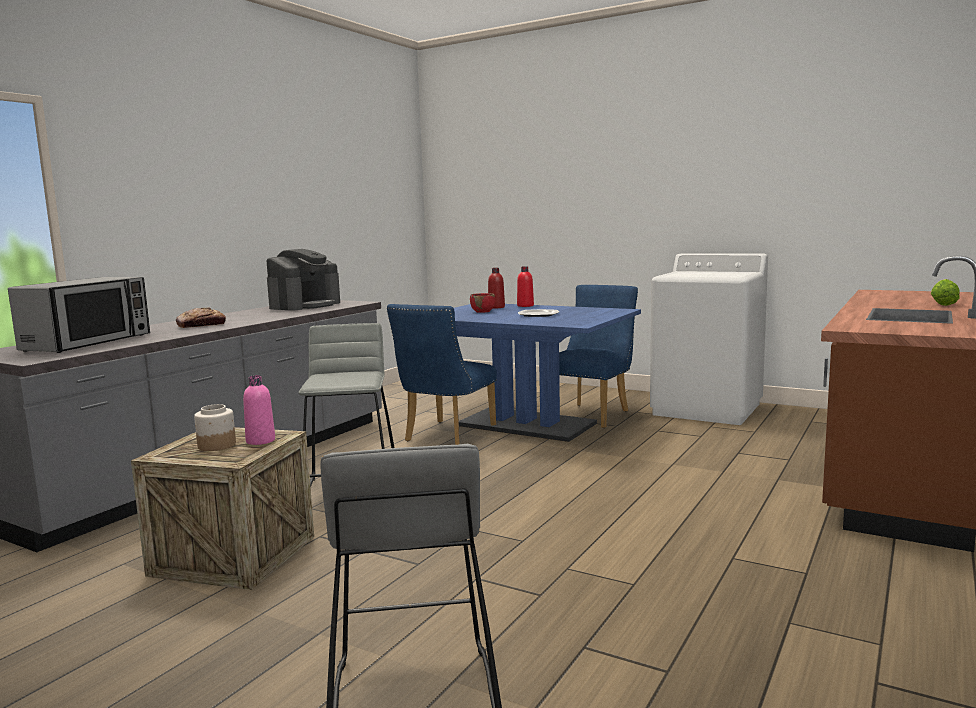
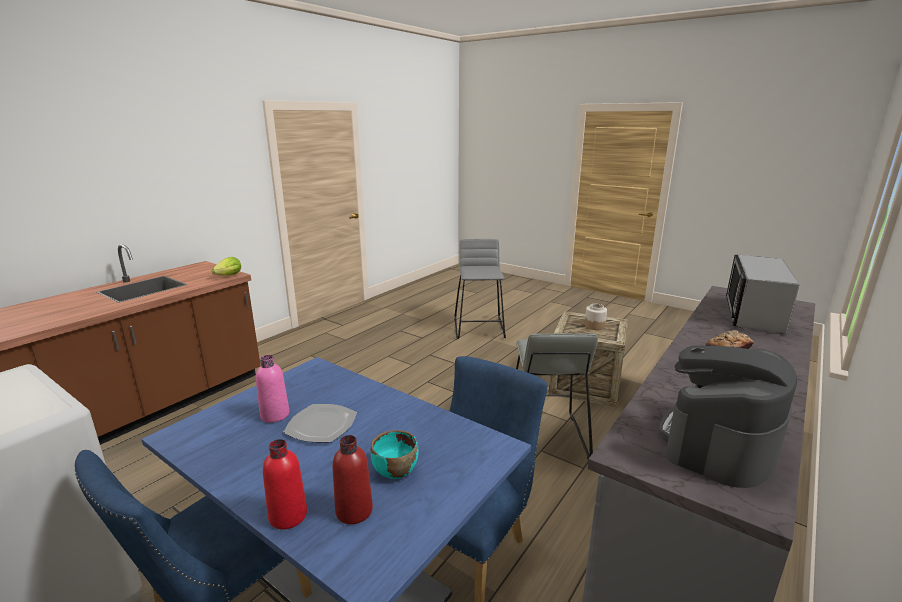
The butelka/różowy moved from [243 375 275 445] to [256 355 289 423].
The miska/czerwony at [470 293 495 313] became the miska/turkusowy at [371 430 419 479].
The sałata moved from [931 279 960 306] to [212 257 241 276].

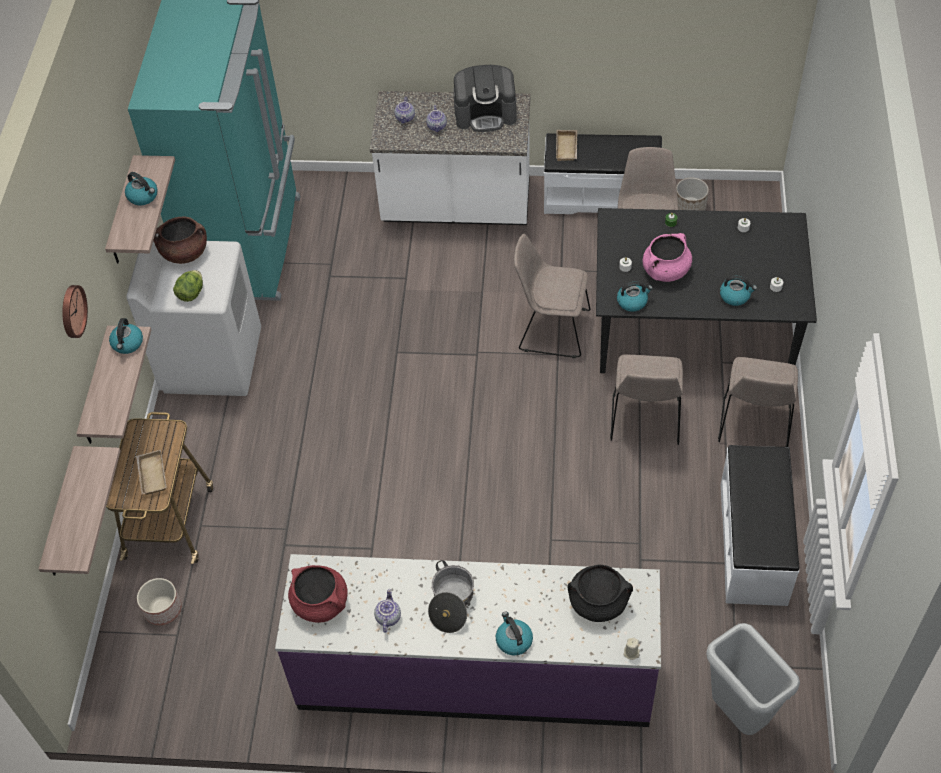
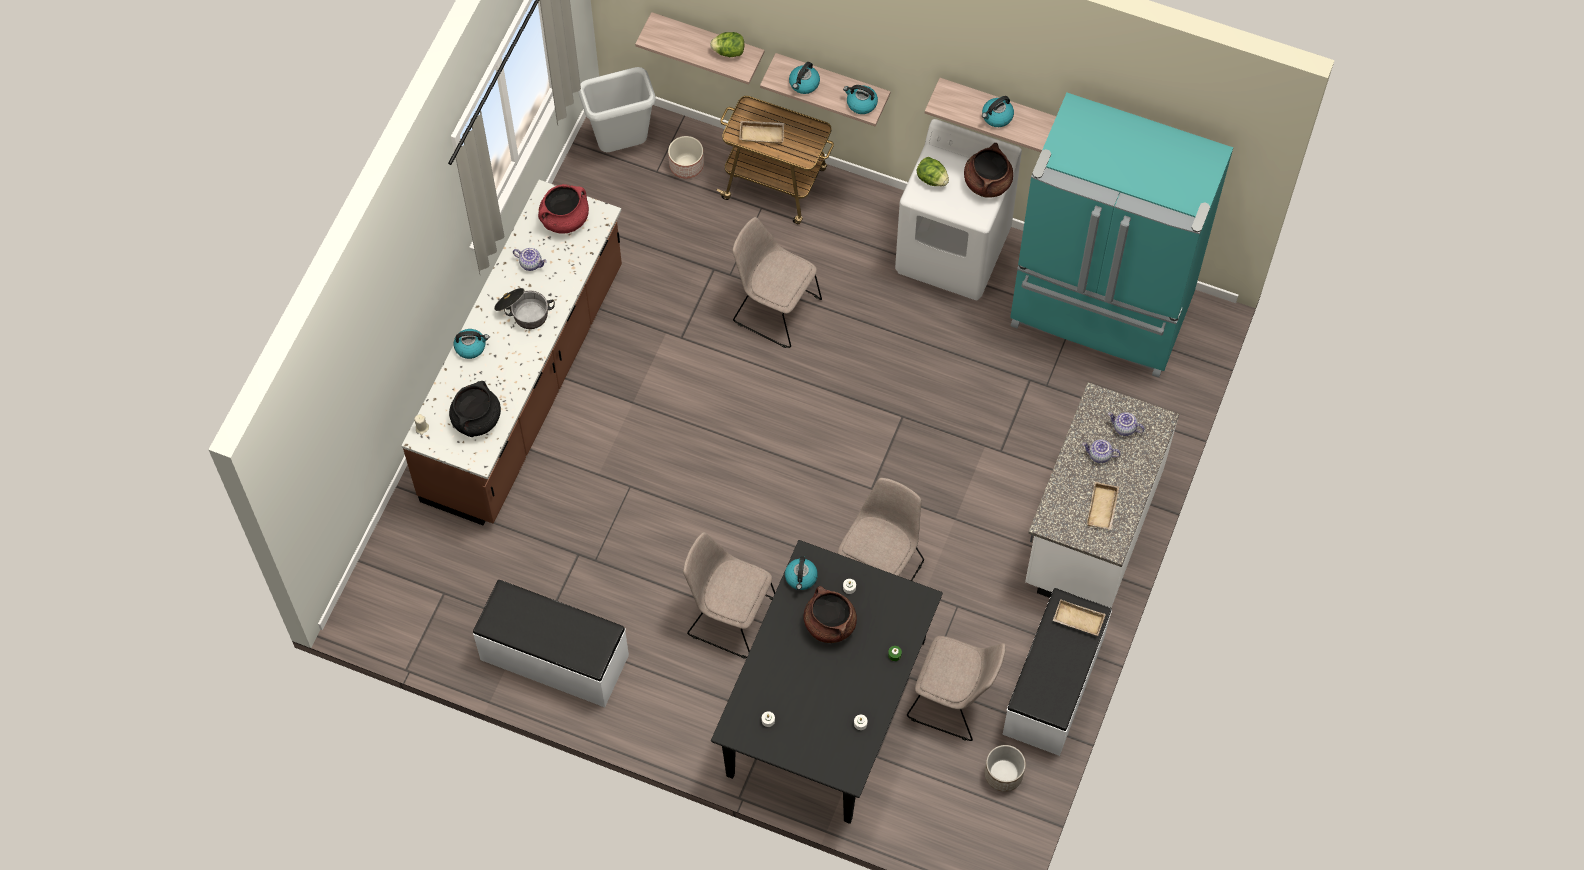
The zegar ścienny at [62 285 88 338] disappeared.
The zabudowa kuchenna/fioletowy at [275 554 661 727] became the zabudowa kuchenna/brązowy at [401 180 622 525].
The ekspres do kawy at [453 65 517 132] was replaced by the taca/beżowy at [1087 482 1119 530].
The garnek/różowy at [643 233 692 282] became the garnek/brązowy at [803 586 857 643].
The kosz na śmieci/szary moved from [706 623 800 735] to [578 67 656 152].
The krzesło/beżowy moved from [718 357 798 447] to [732 217 822 348].
The czajnik moved from [720 276 757 306] to [789 62 820 94].
The sałata at [710 32 744 57] appeared.

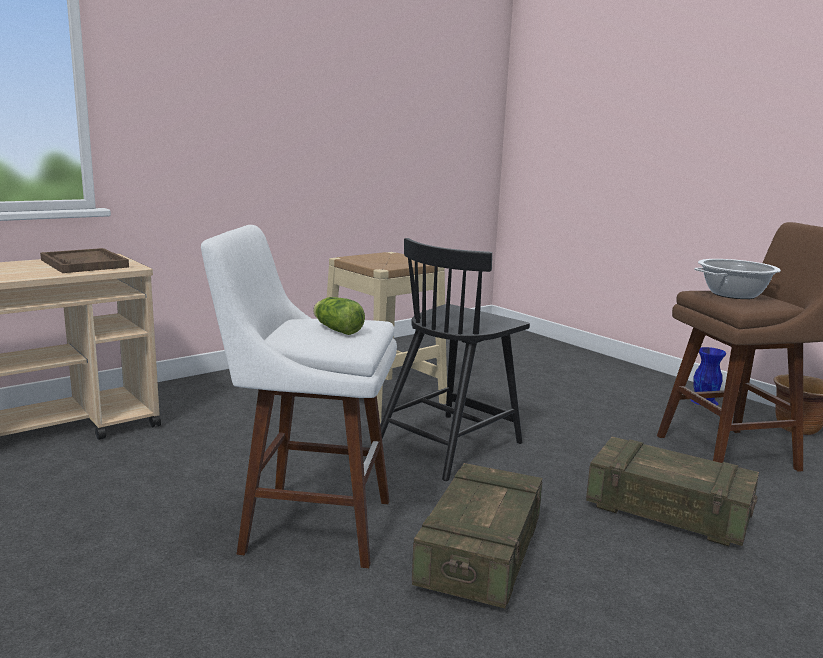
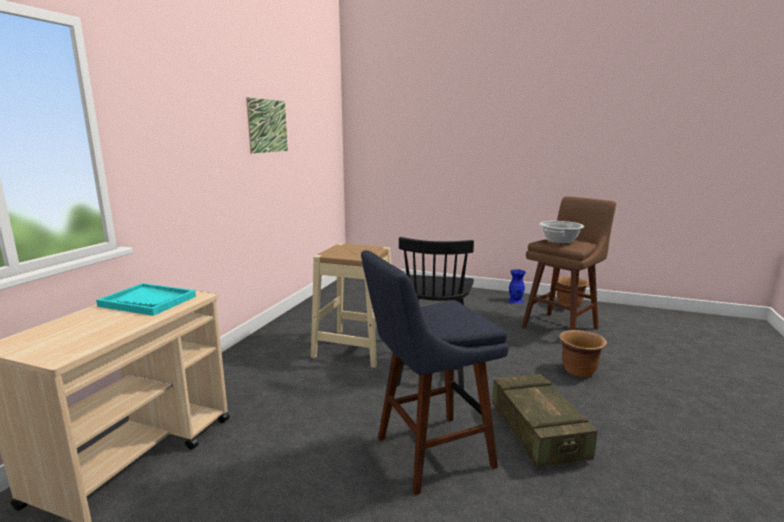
The taca/brązowy at [40 248 129 273] became the taca/turkusowy at [96 283 196 316].
The stołek/biały at [201 225 397 568] became the stołek/niebieski at [361 250 509 495].
The sałata at [313 297 365 335] disappeared.
The skrzynka at [586 437 759 546] was replaced by the donica/brązowy at [559 330 607 377].
The obraz at [246 97 288 153] appeared.

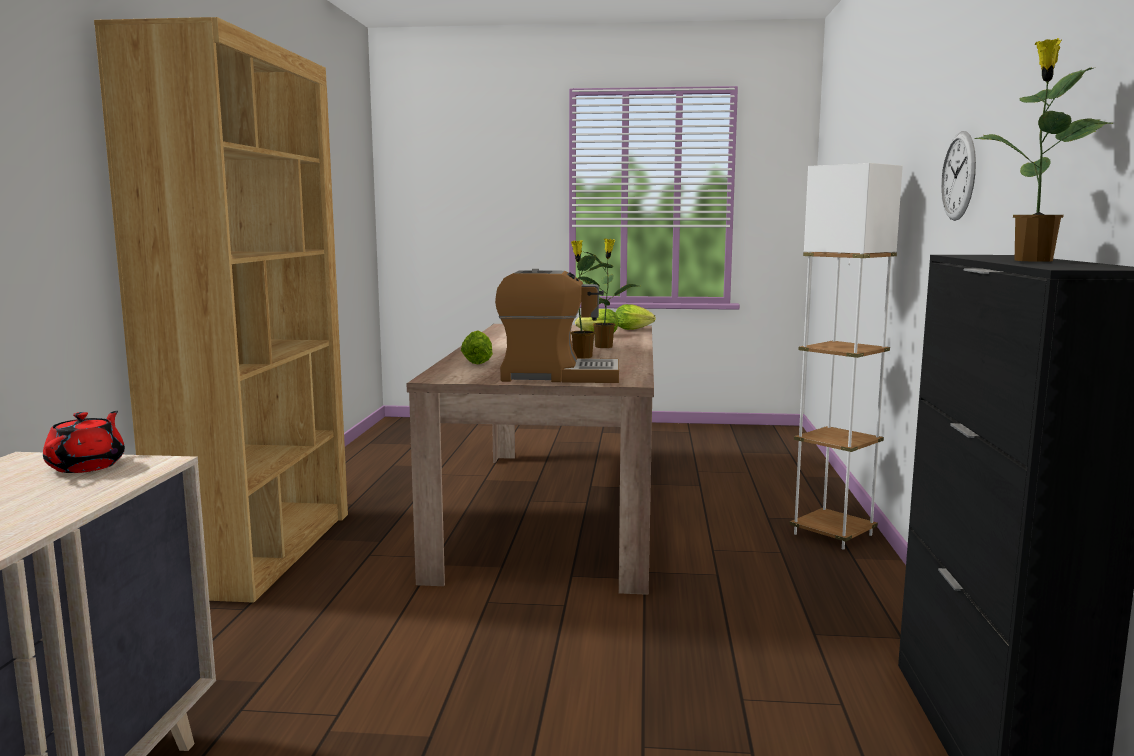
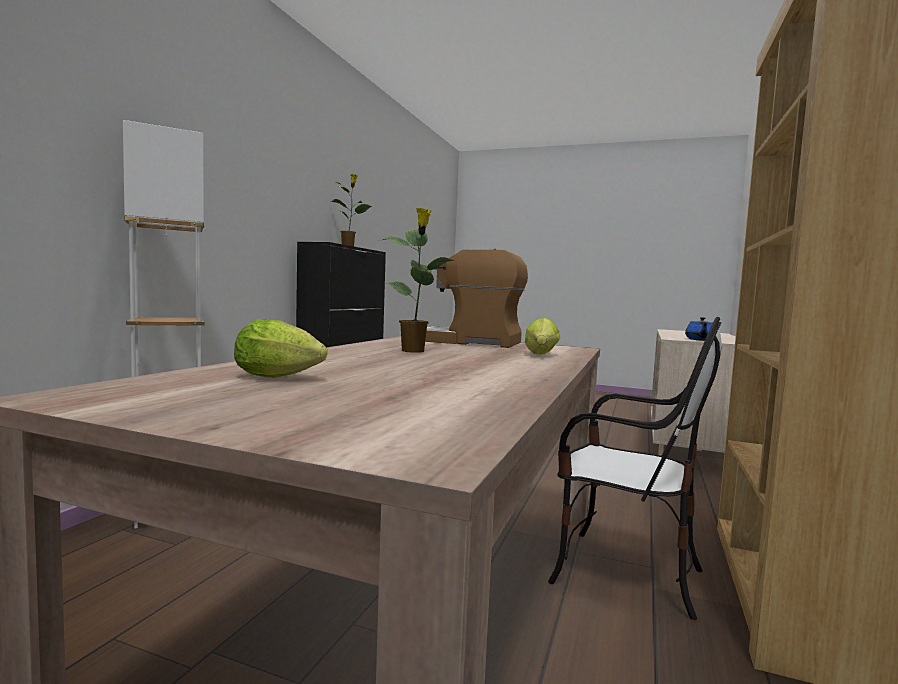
The imbryk/czerwony at [43 411 125 473] became the imbryk/niebieski at [685 317 713 341].
The roślina doniczkowa at [578 239 638 348] disappeared.
The sałata at [616 304 656 330] disappeared.
The zegar ścienny at [941 131 976 221] disappeared.
The krzesło at [548 317 722 620] appeared.

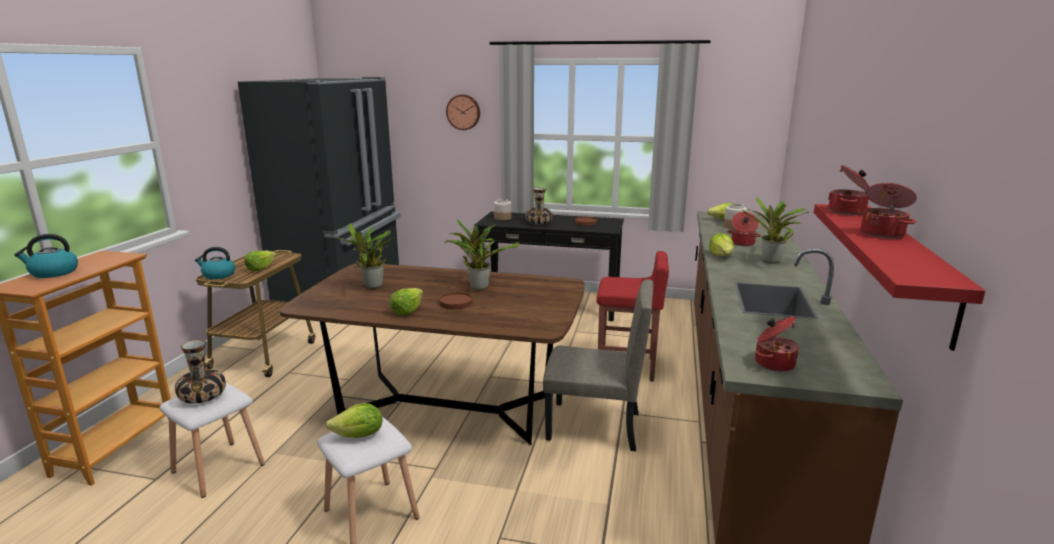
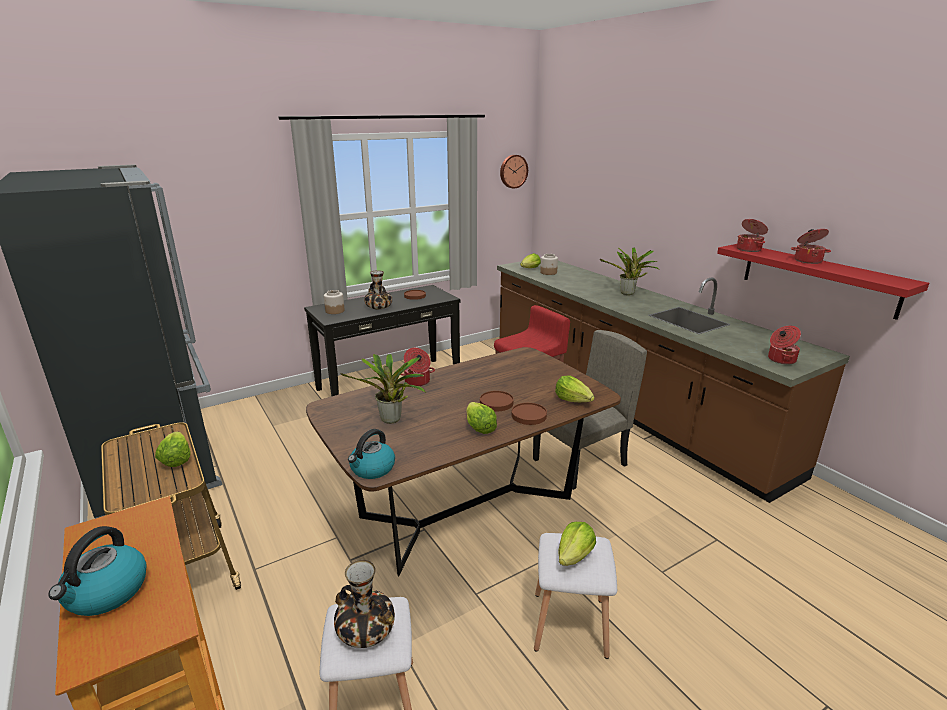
The czajnik moved from [195 247 235 279] to [348 429 395 479].
The roślina doniczkowa at [444 219 519 290] disappeared.
The zegar ścienny moved from [446 94 480 130] to [500 155 528 188].
The sałata moved from [709 233 734 256] to [555 375 595 402].
The garnek moved from [727 212 761 246] to [401 348 435 386].
The talerz/brązowy at [511 403 547 425] appeared.

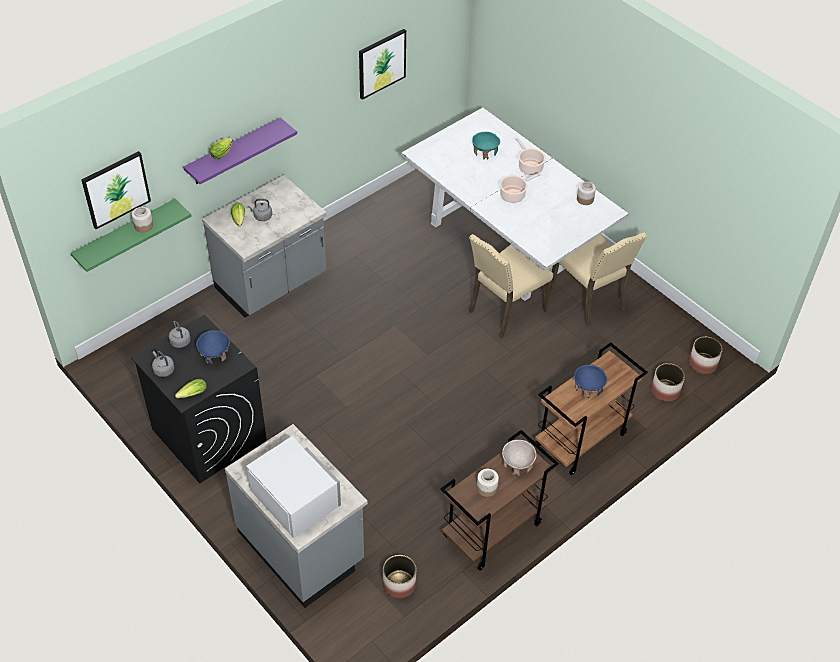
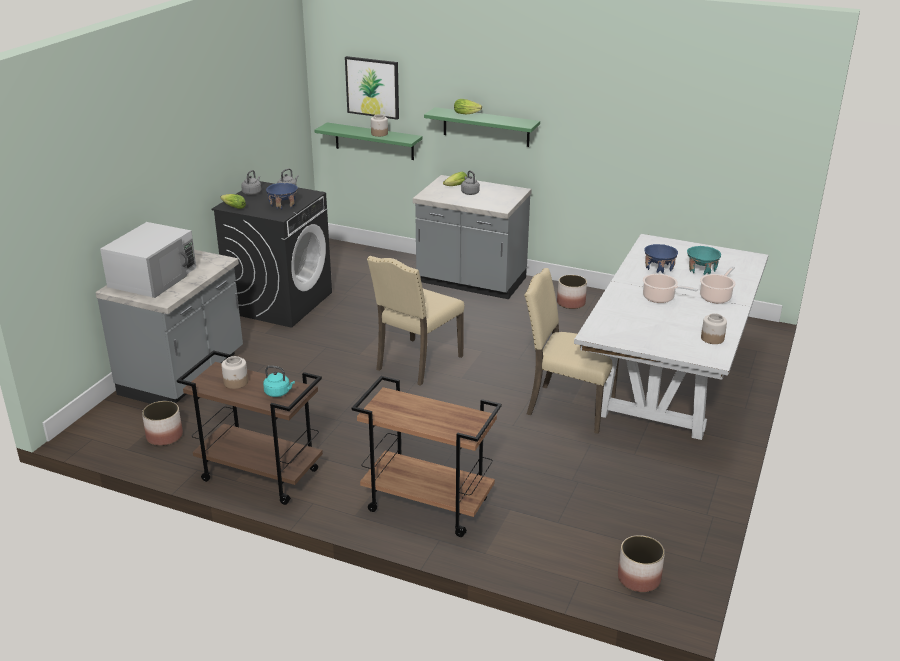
The półka/fioletowy at [183 117 297 184] became the półka/zielony at [424 107 540 147].
The obraz at [359 29 406 100] disappeared.
The miska/beżowy at [502 440 536 476] was replaced by the czajnik/turkusowy at [263 366 295 397].
The krzesło/beżowy moved from [550 232 647 326] to [367 256 464 386].
The miska/niebieski moved from [574 365 607 399] to [644 244 678 273].
The donica moved from [651 363 685 401] to [557 275 587 309].

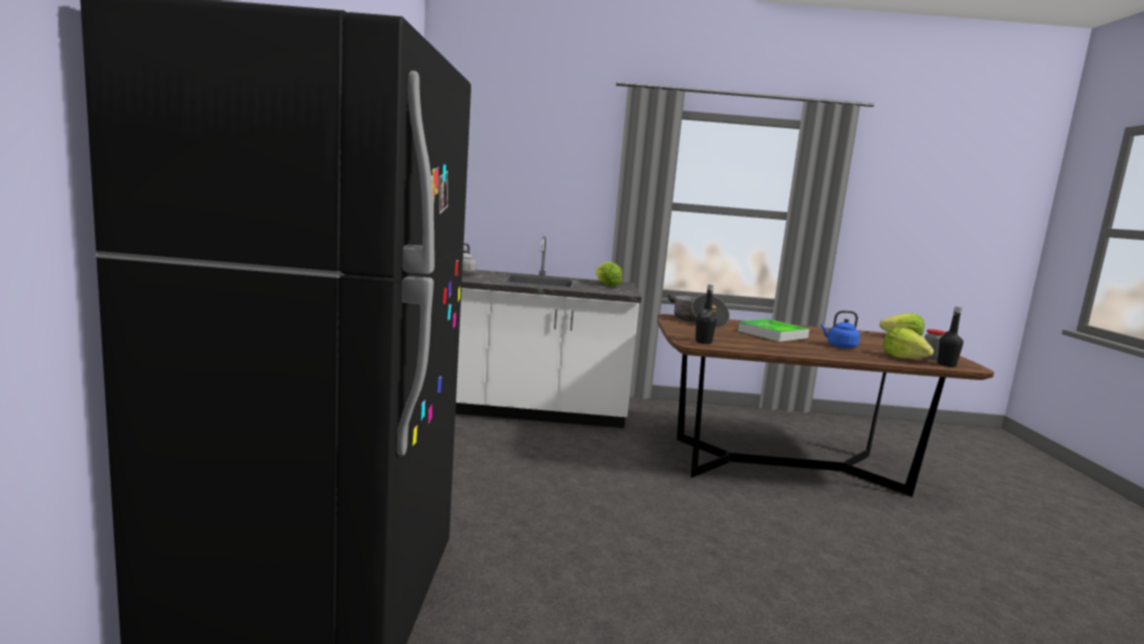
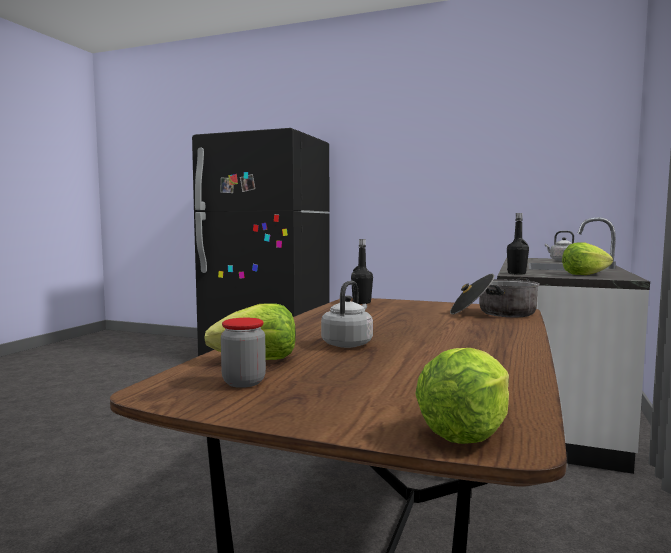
The taca at [738 319 809 342] disappeared.
The czajnik/niebieski at [820 311 860 348] became the czajnik/szary at [321 281 373 348].
The butelka/czarny moved from [937 307 963 367] to [507 213 529 275].

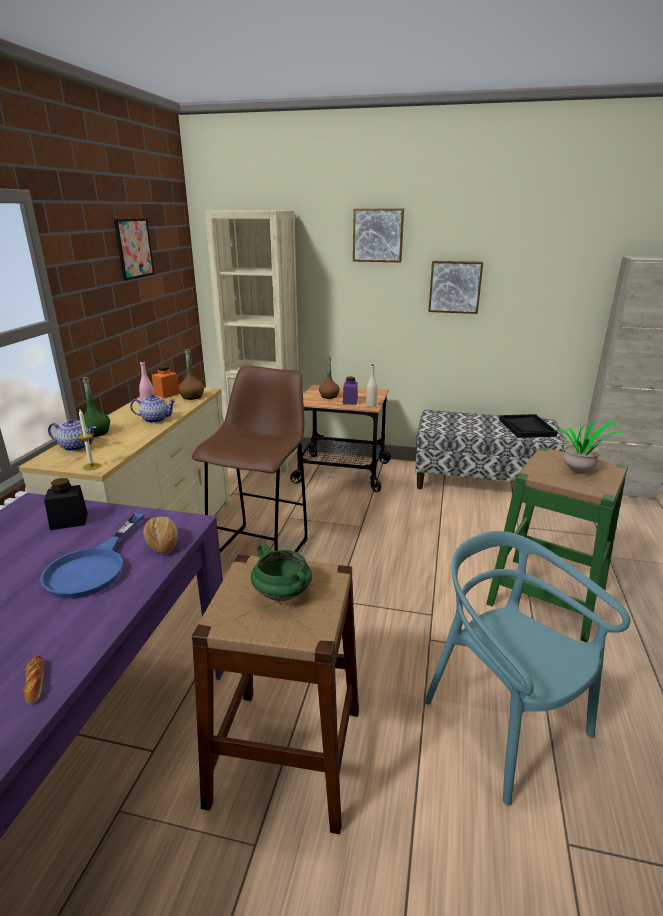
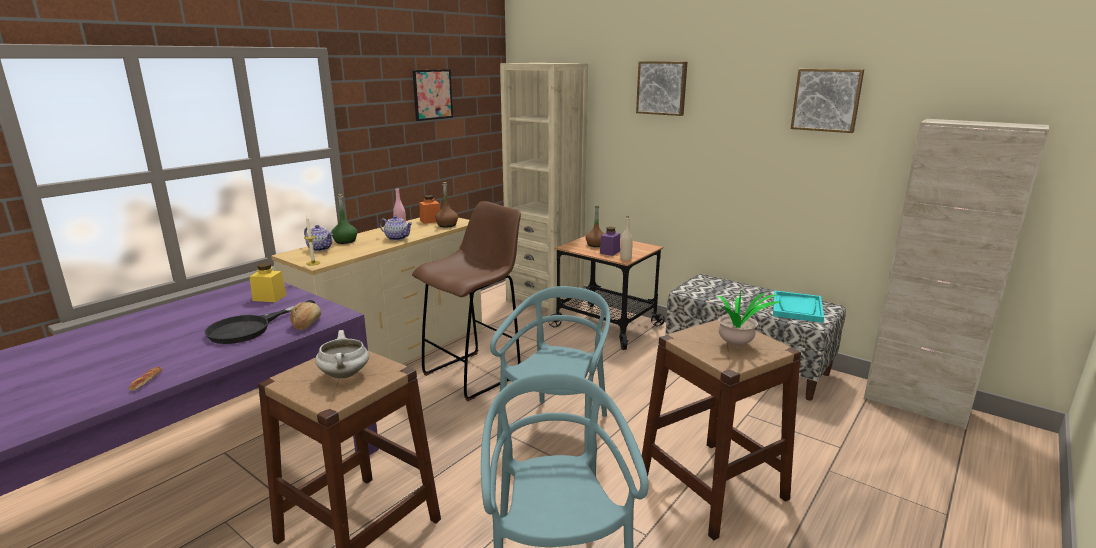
The patelnia/niebieski at [40 513 144 599] became the patelnia/czarny at [205 300 315 344].
The słoik/czarny at [44 478 88 530] became the słoik/żółty at [249 263 287 302].
The garnek/zielony at [251 543 312 601] became the garnek/biały at [315 330 369 378].
The obraz moved from [428 261 483 314] to [791 69 864 133].
The stołek/zielony at [486 447 628 643] became the stołek/brązowy at [642 320 801 540].
The taca/czarny at [499 414 558 438] became the taca/turkusowy at [773 290 824 323].
The krzesło/turkusowy at [490 286 610 452] appeared.

